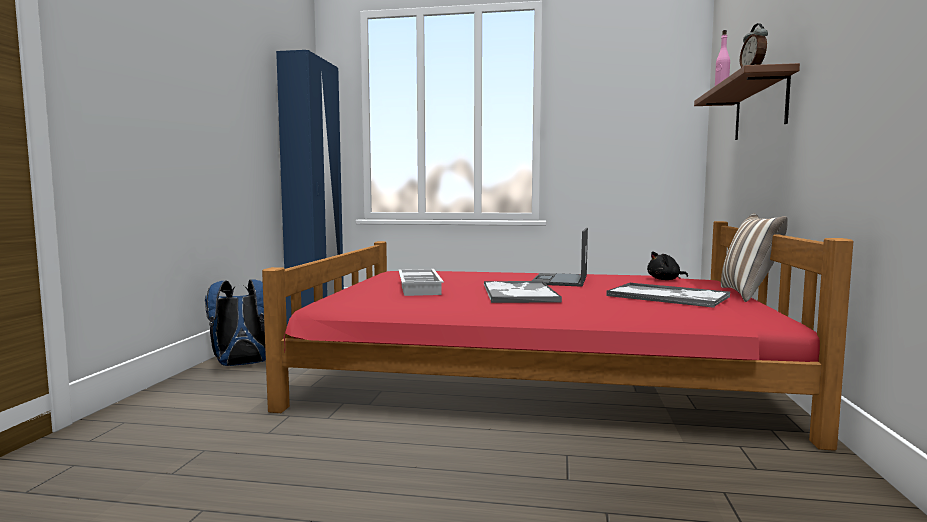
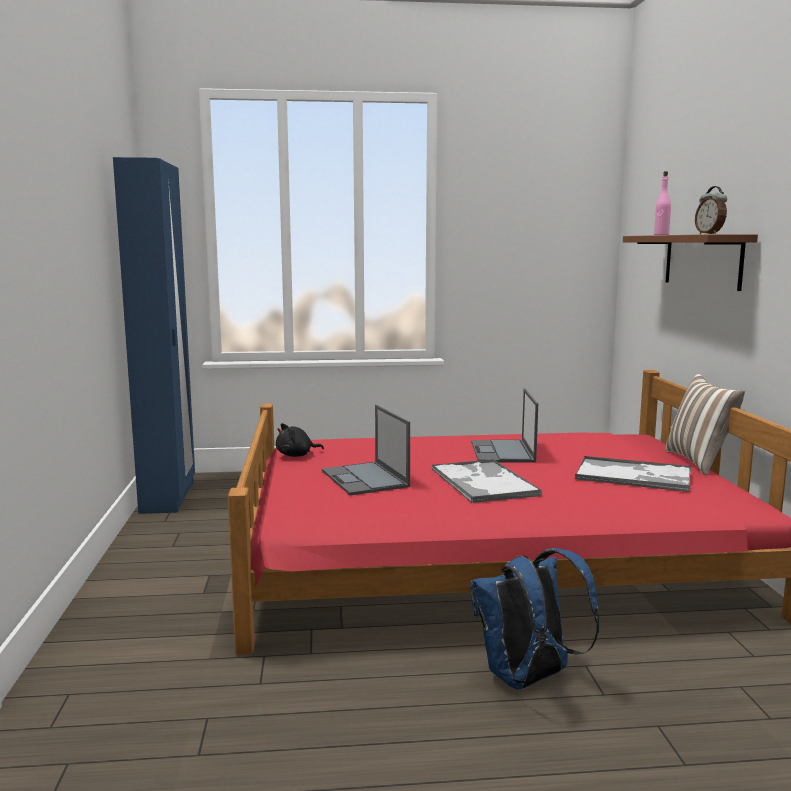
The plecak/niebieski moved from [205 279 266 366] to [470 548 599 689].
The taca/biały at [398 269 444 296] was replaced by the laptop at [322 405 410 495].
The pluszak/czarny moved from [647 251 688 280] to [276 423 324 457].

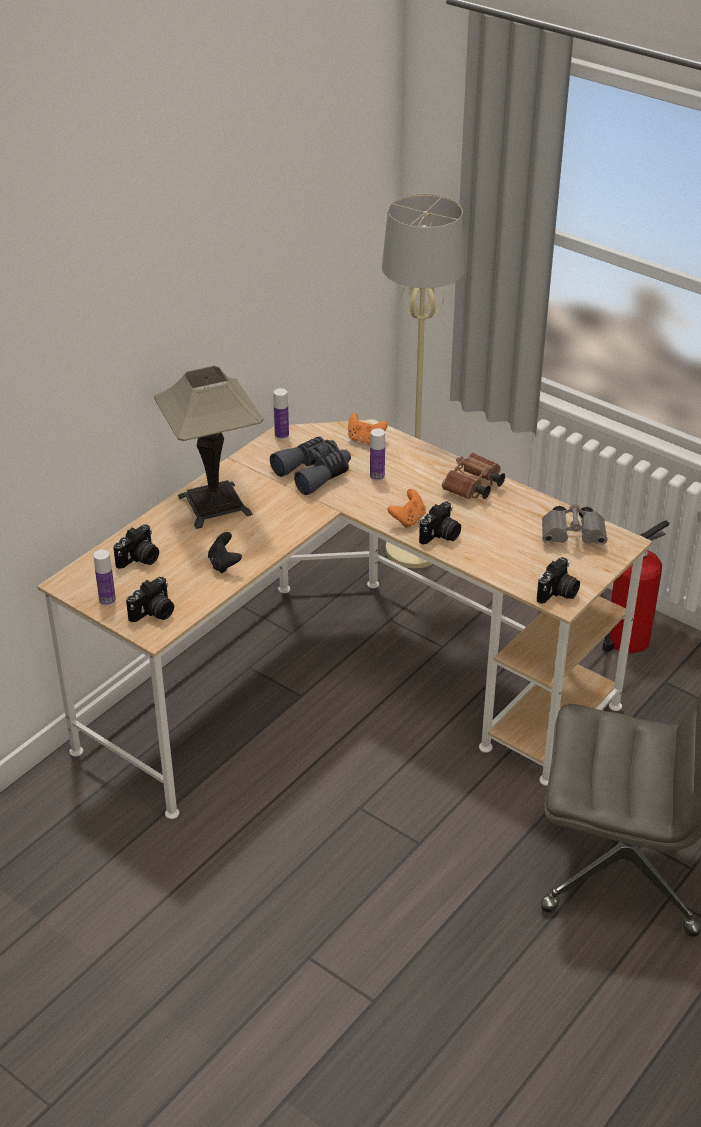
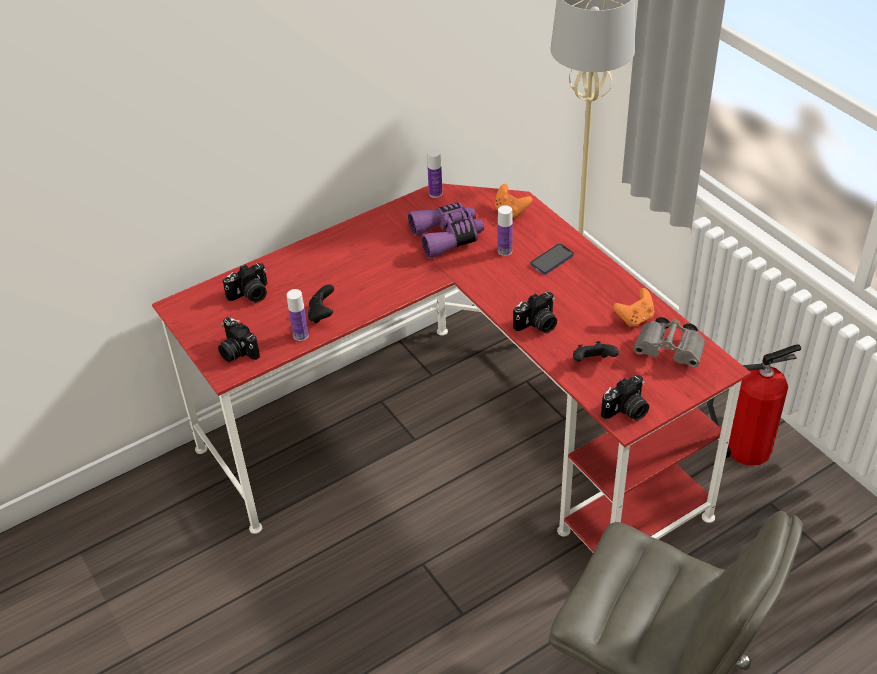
The biurko/beżowy at [37 419 652 819] became the biurko/czerwony at [152 184 751 553].
The butelka moved from [94 550 116 606] to [287 289 309 341].
The aparat fotograficzny at [126 577 174 622] turned 75 degrees clockwise.
The lampa stołowa at [154 366 263 529] disappeared.
The lornetka/szary at [270 436 351 495] became the lornetka/fioletowy at [408 202 484 259].
The pad do gier/pomarańczowy moved from [388 489 426 528] to [613 288 654 327].
The lornetka/brązowy at [442 453 505 499] disappeared.
The telefon at [530 244 574 274] appeared.
The pad do gier/czarny at [573 341 619 362] appeared.

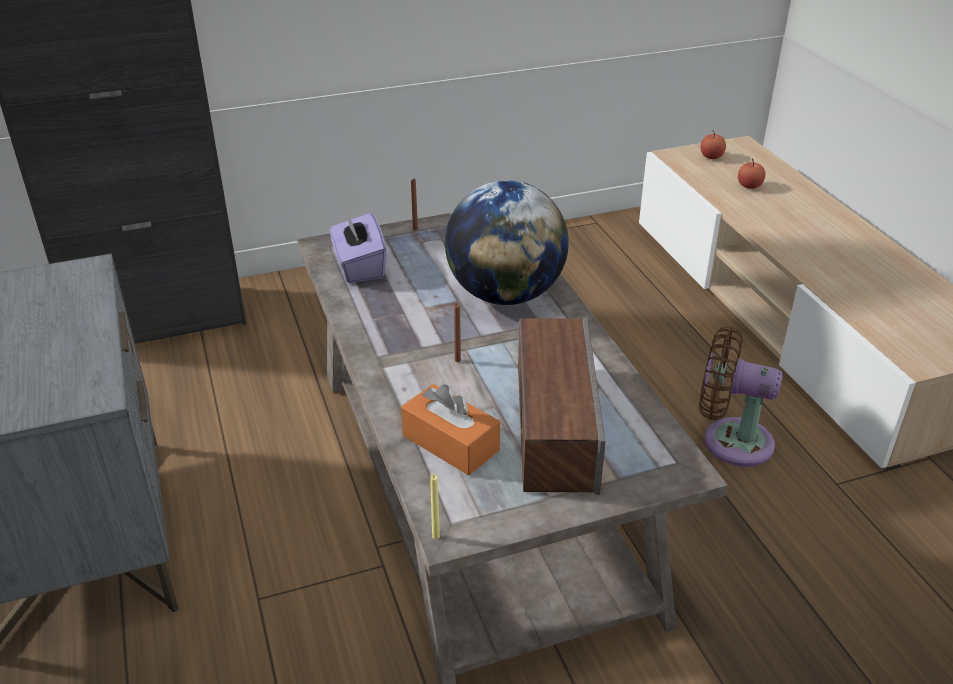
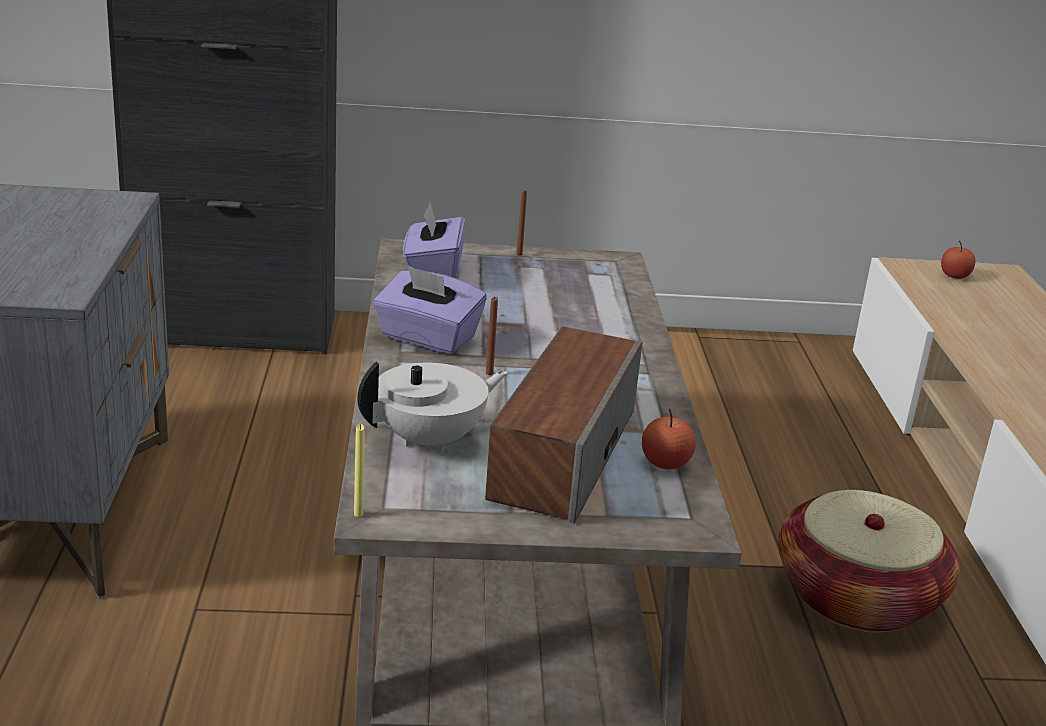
The pudełko chusteczek/pomarańczowy at [401 384 500 475] was replaced by the imbryk/biały at [357 362 508 455].
The globus at [445 180 569 305] disappeared.
The wentylator/brązowy at [699 327 783 467] was replaced by the koszyk at [778 490 960 633].
The jabłko moved from [738 158 765 189] to [642 408 696 469].
The pudełko chusteczek/fioletowy at [373 265 487 354] appeared.

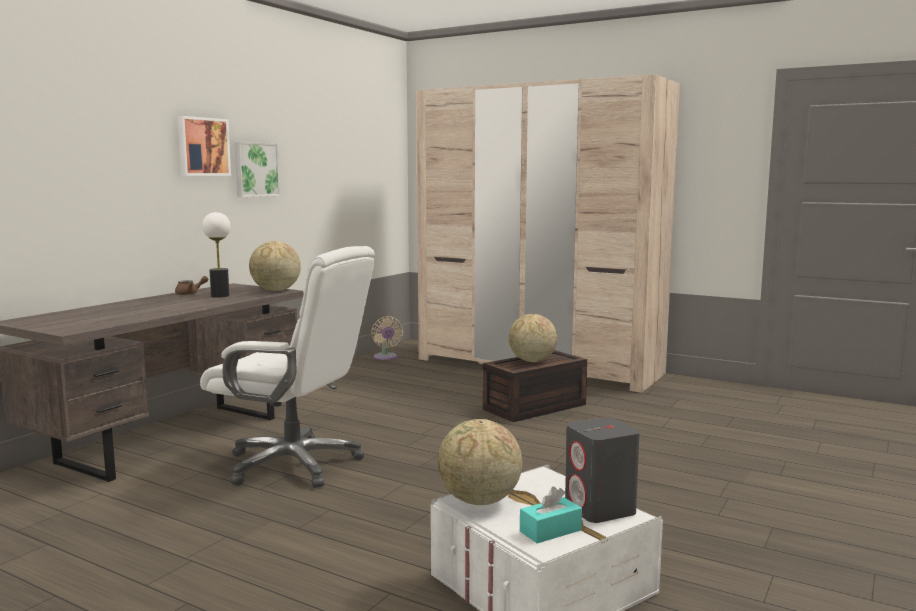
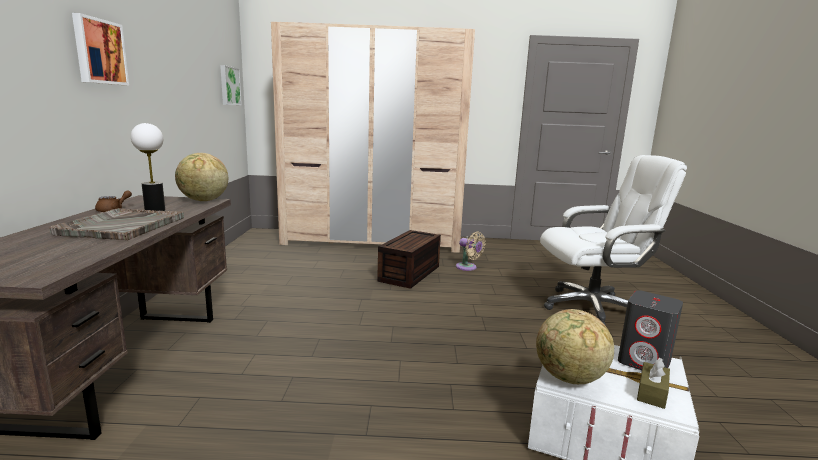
The krzesło biurowe/biały moved from [200 246 375 488] to [540 155 687 326].
The obraz moved from [234 142 280 197] to [220 65 242 105].
The wentylator/beżowy moved from [371 316 403 360] to [456 231 485 271].
The globus at [509 314 557 362] disappeared.
The pudełko chusteczek/turkusowy at [520 487 582 543] became the pudełko chusteczek/brązowy at [637 358 670 409].
The taca/szary at [49 208 184 240] appeared.

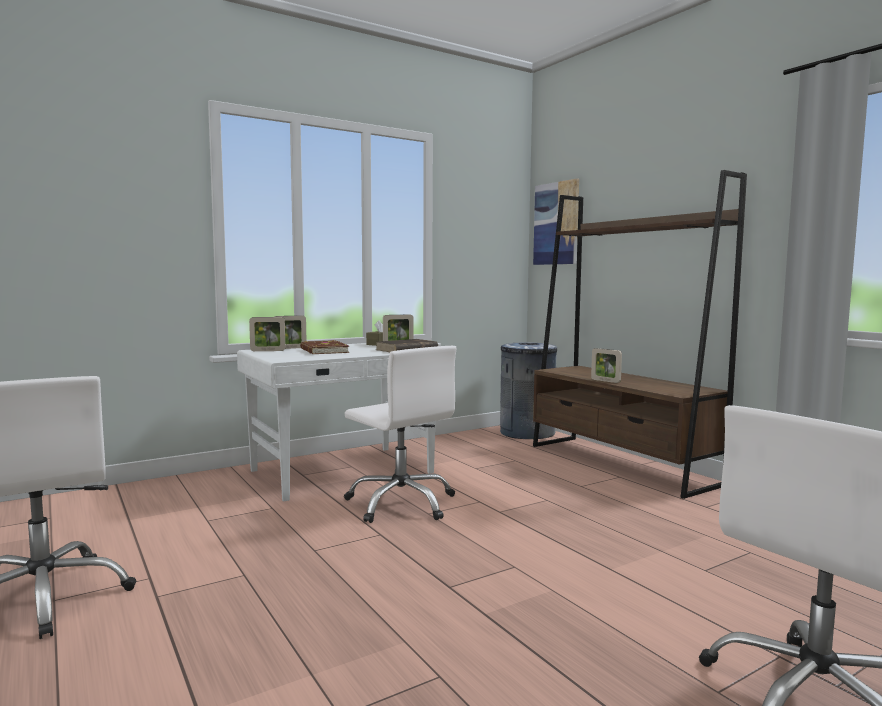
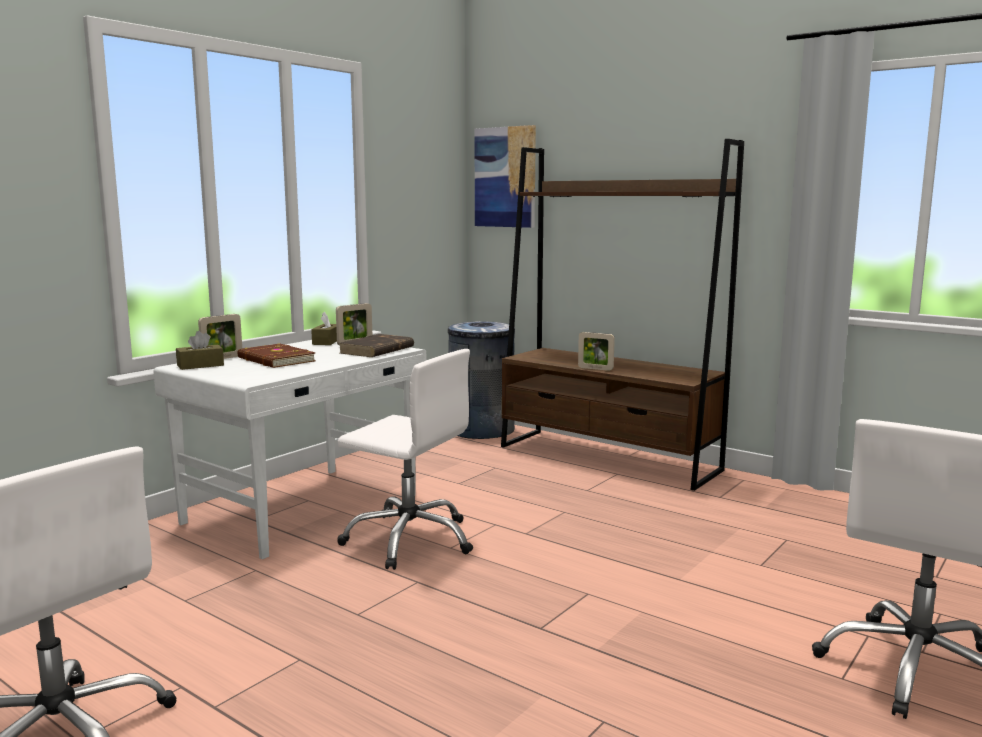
The ramka na zdjęcie at [249 317 285 351] was replaced by the pudełko chusteczek/brązowy at [176 331 224 370].

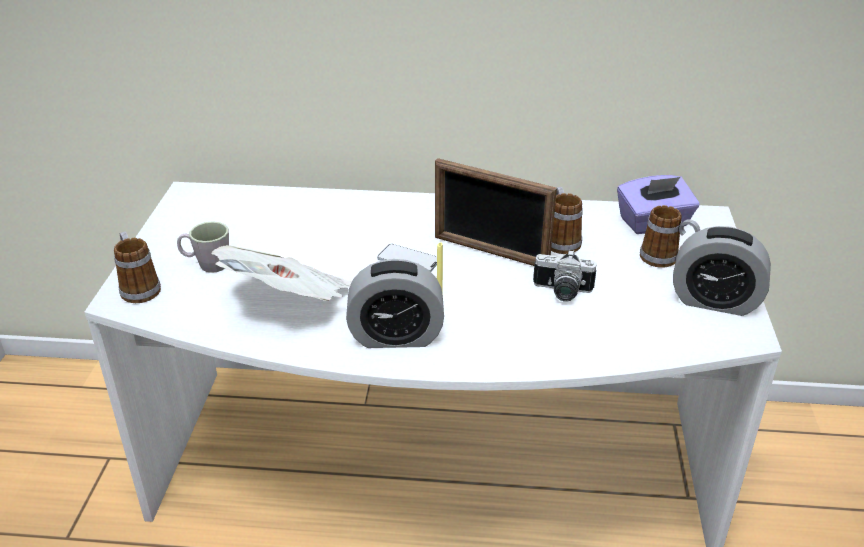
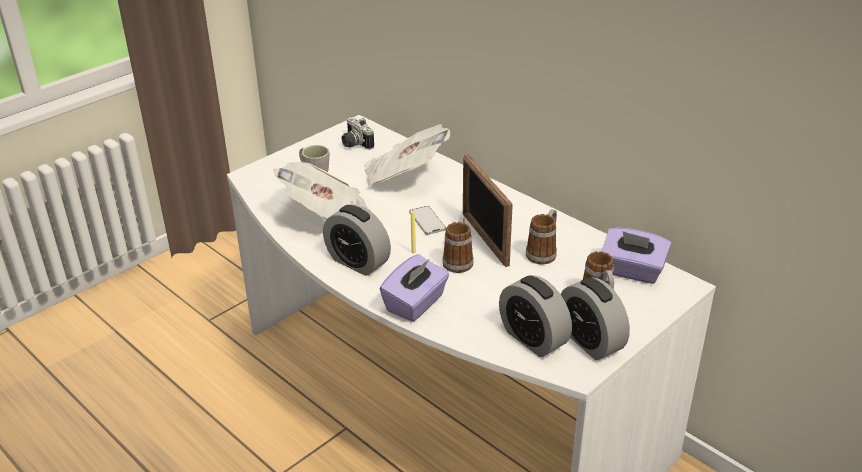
The kubek moved from [114 232 161 303] to [442 216 474 273].
The aparat fotograficzny moved from [533 250 596 302] to [342 117 374 150].
The gazeta at [364 124 451 186] appeared.
The pudełko chusteczek/fioletowy at [380 254 449 322] appeared.
The budzik at [499 275 572 357] appeared.

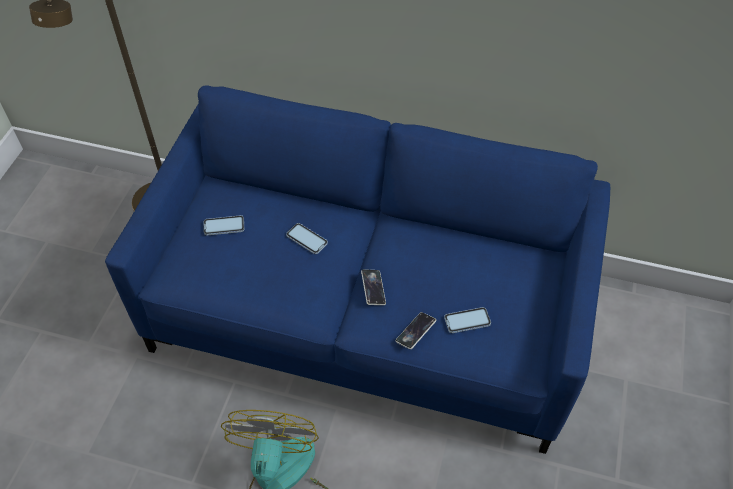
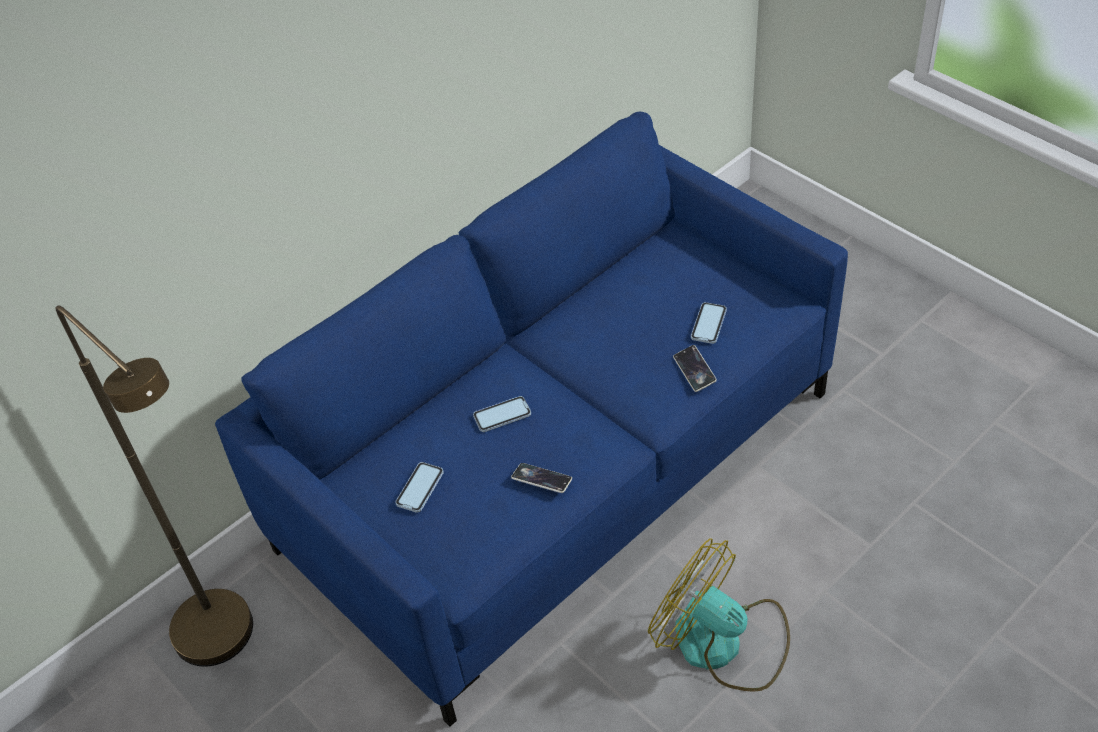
The telefon moved from [361 269 386 305] to [511 463 572 493].

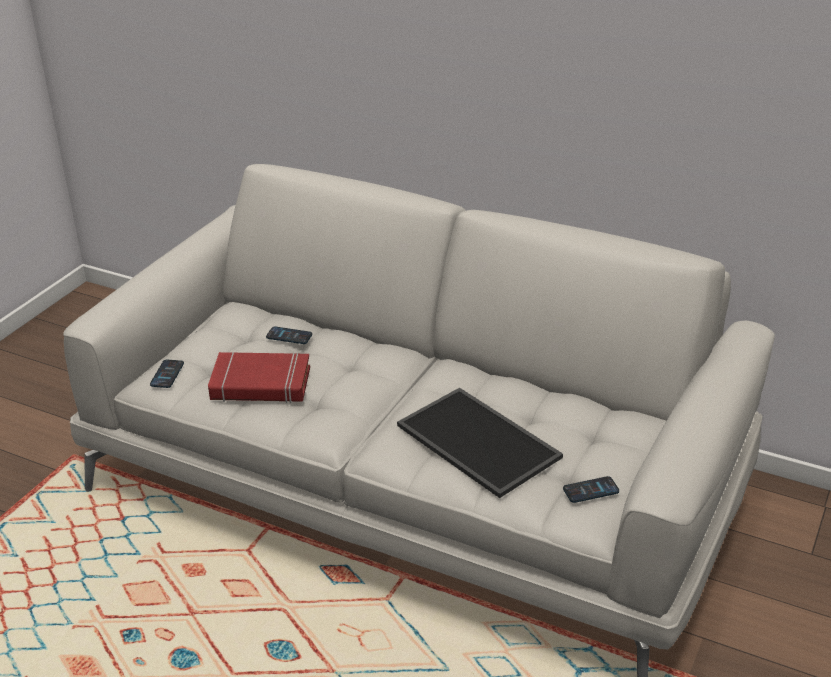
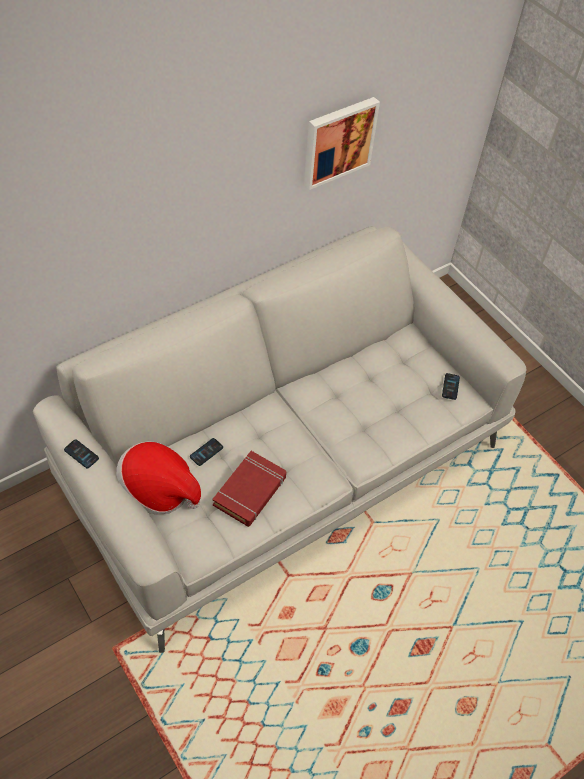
The telefon moved from [150 360 184 388] to [64 439 99 468].
The taca at [397 388 563 498] disappeared.
The kapelusz at [116 441 201 514] appeared.
The obraz at [304 97 380 190] appeared.

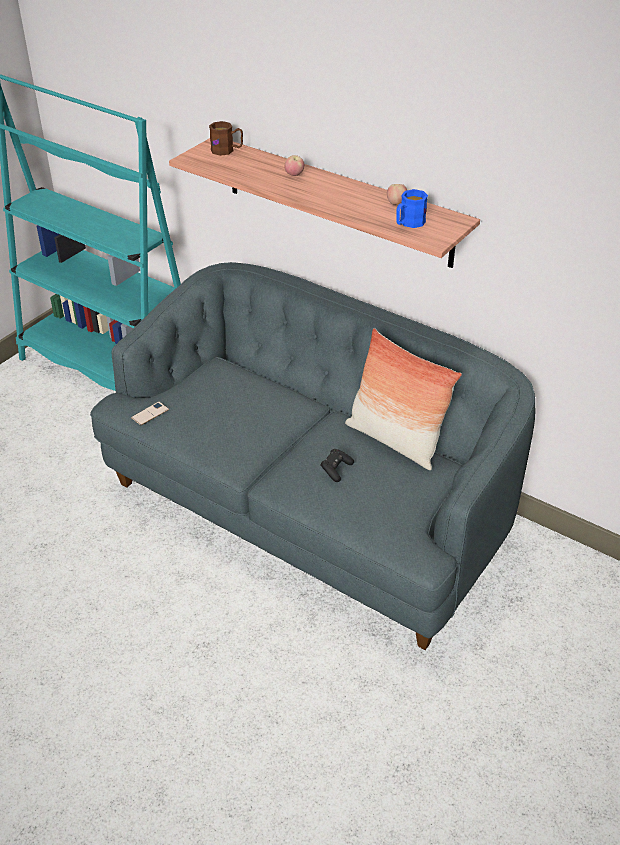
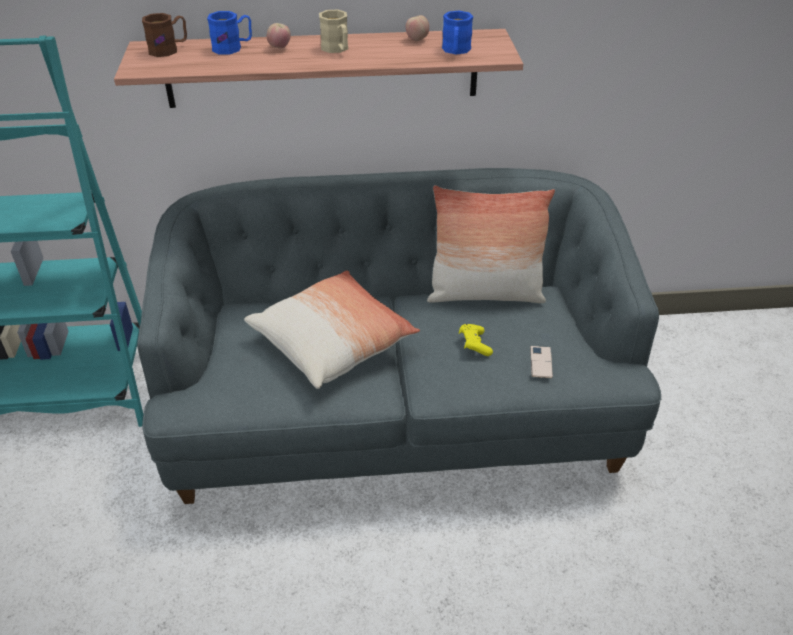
The telefon moved from [131 402 169 425] to [530 346 553 378].
The pad do gier/czarny at [321 449 354 482] became the pad do gier/żółty at [459 324 493 356].
The kubek/niebieski at [207 11 252 54] appeared.
The poduszka at [244 270 420 389] appeared.
The kubek/beżowy at [319 10 348 53] appeared.

